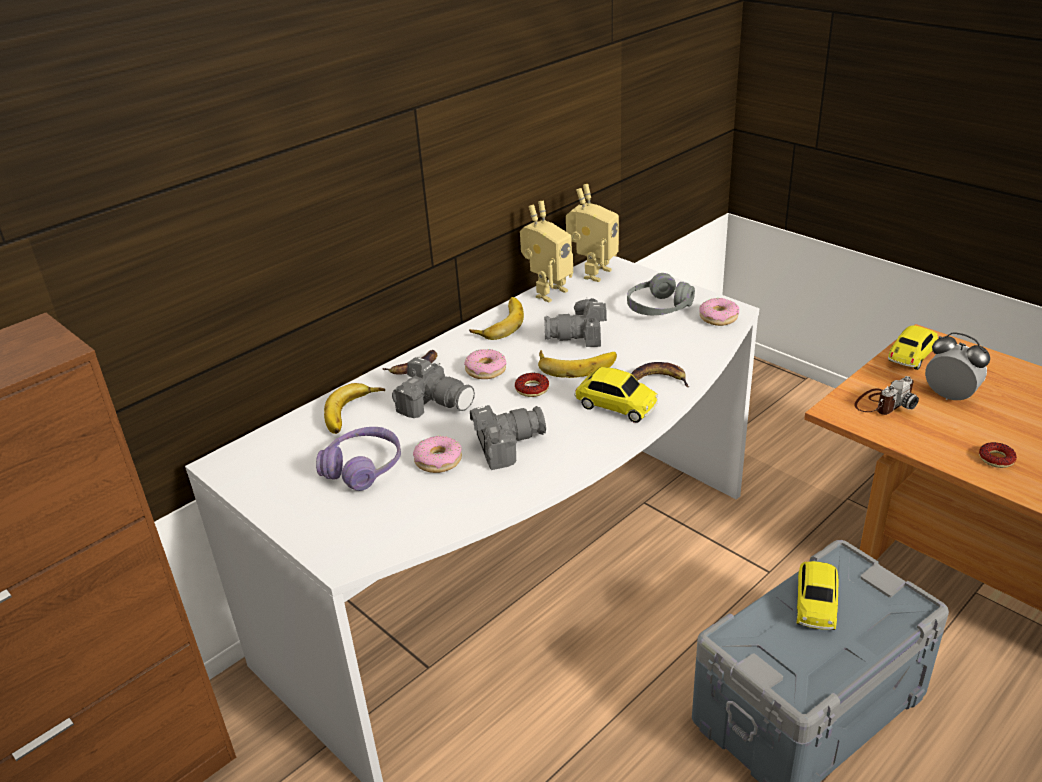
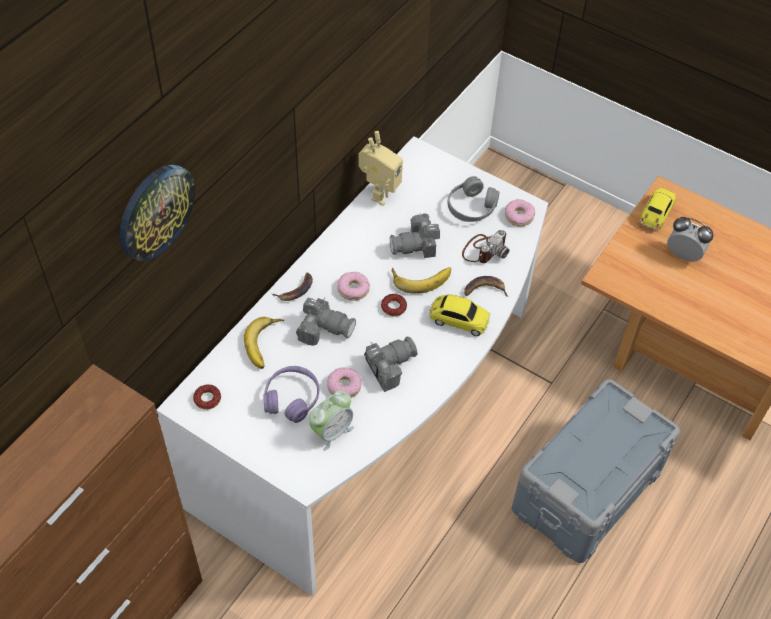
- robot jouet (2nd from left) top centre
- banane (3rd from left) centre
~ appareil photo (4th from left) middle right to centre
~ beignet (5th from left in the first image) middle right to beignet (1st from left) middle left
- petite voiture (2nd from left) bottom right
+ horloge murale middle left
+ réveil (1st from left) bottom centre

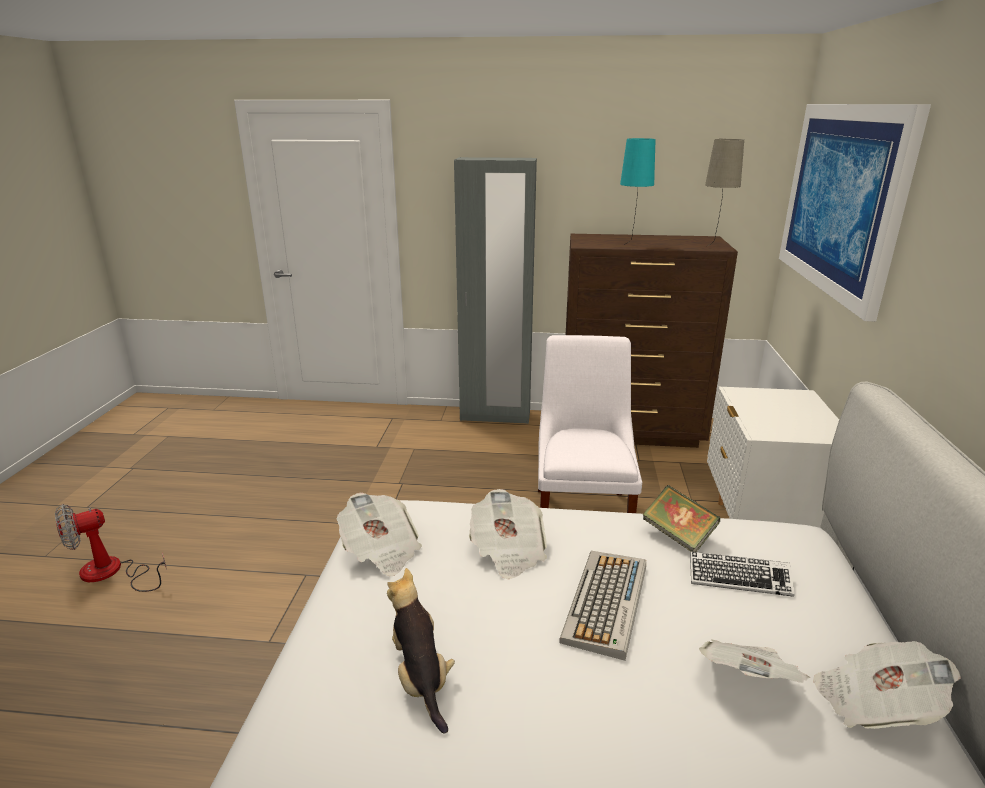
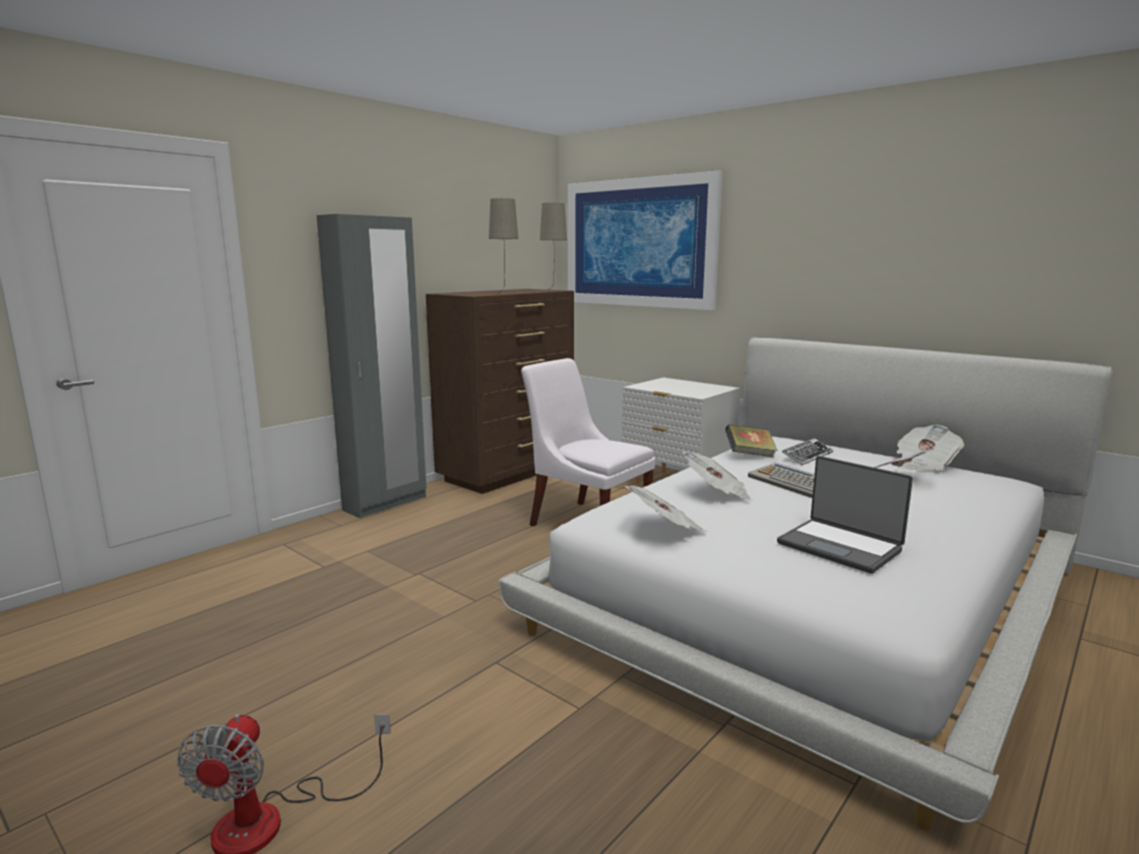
~ lampe de table/turquoise top centre to lampe de table/beige (1st from left) top centre
~ peluche bottom centre to ordinateur portable middle right

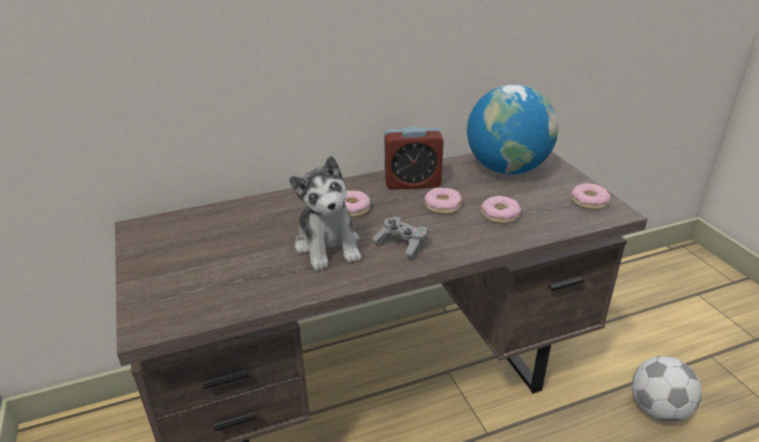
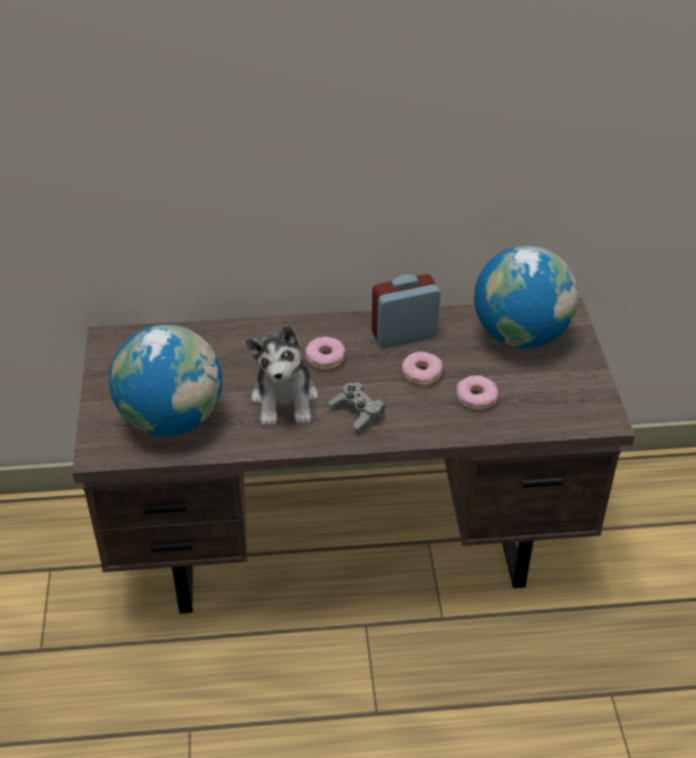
~ réveil centre = centre 150 degrees clockwise
- beignet (4th from left) middle right
- ballon de foot bottom right
+ globe (1st from left) middle left

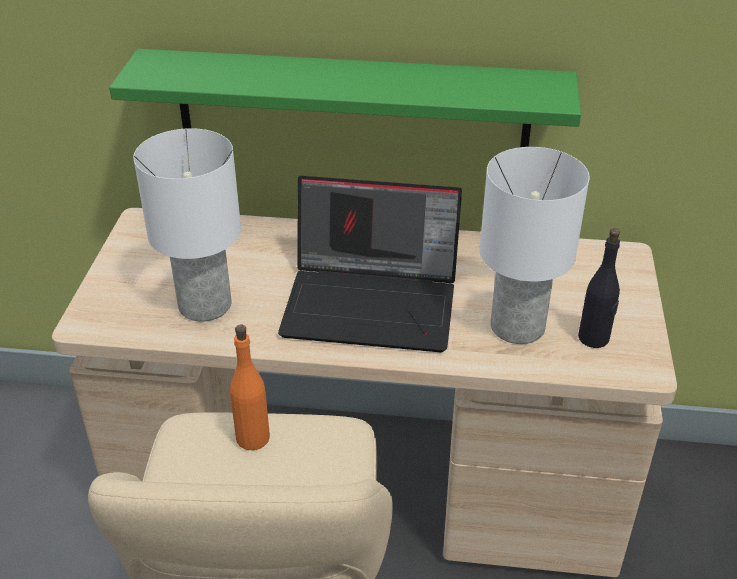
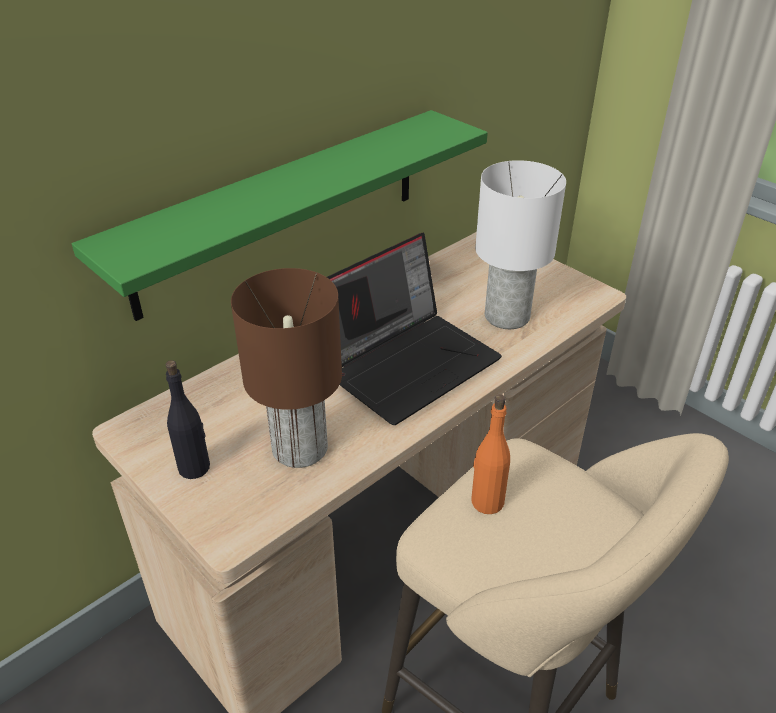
~ lampe de table/blanc (1st from left) middle left to lampe de table/marron centre
~ bouteille/noir middle right to middle left

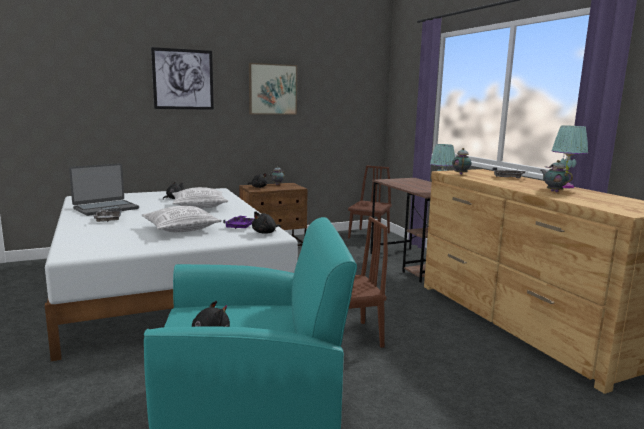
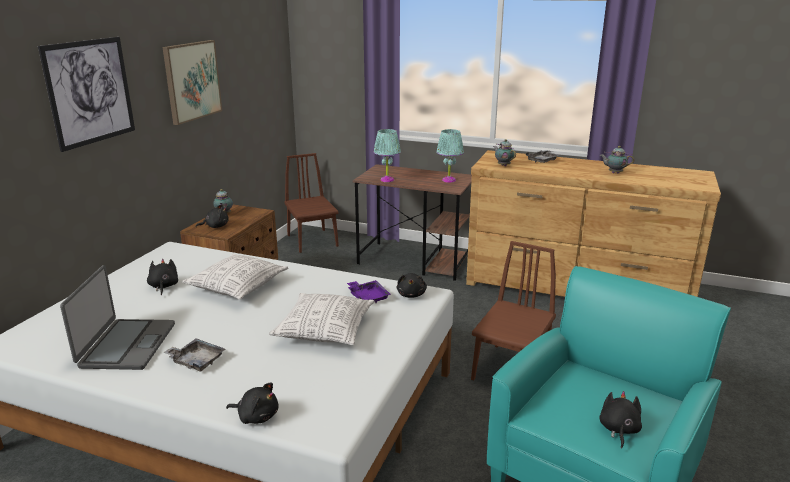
~ lampe de table/turquoise (2nd from left in the first image) middle right to lampe de table/turquoise (1st from left) top centre
+ peluche/noir (3rd from left) bottom left

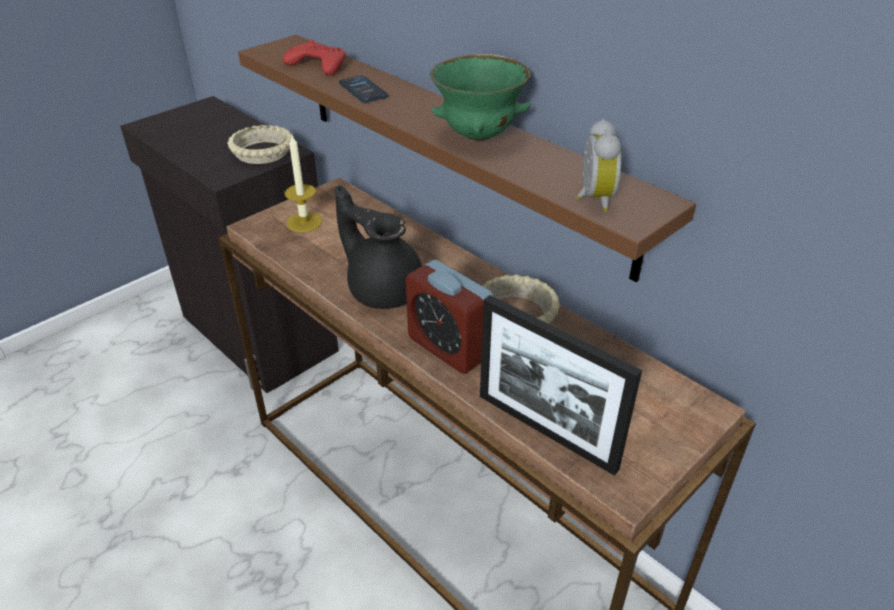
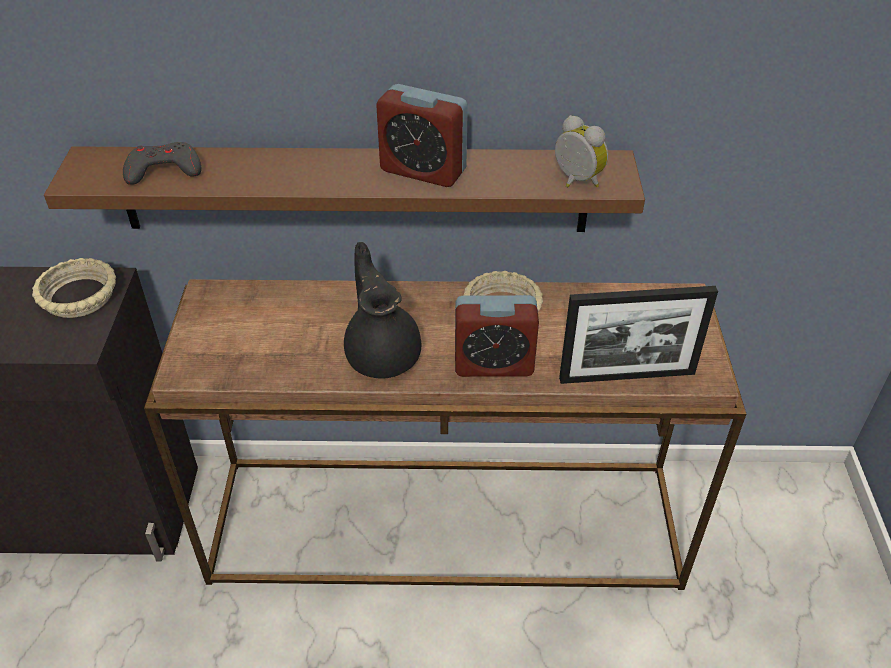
~ manette/rouge top centre to manette/gris top left
~ bol/vert top centre to réveil (1st from left) top centre
- téléphone top centre
- bougie top centre
~ théière/noir centre = centre 75 degrees clockwise

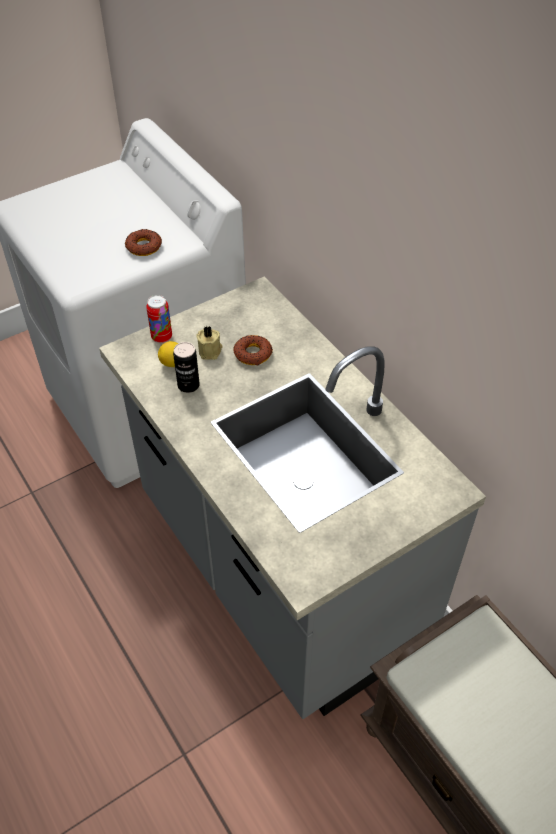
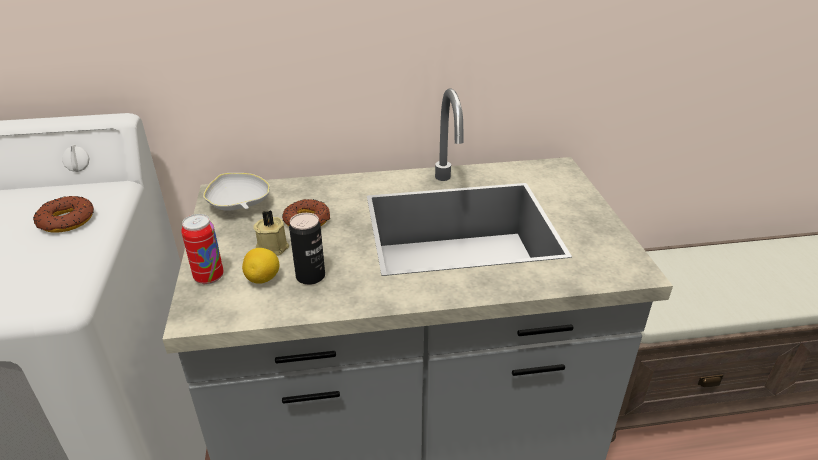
+ bol/blanc middle left

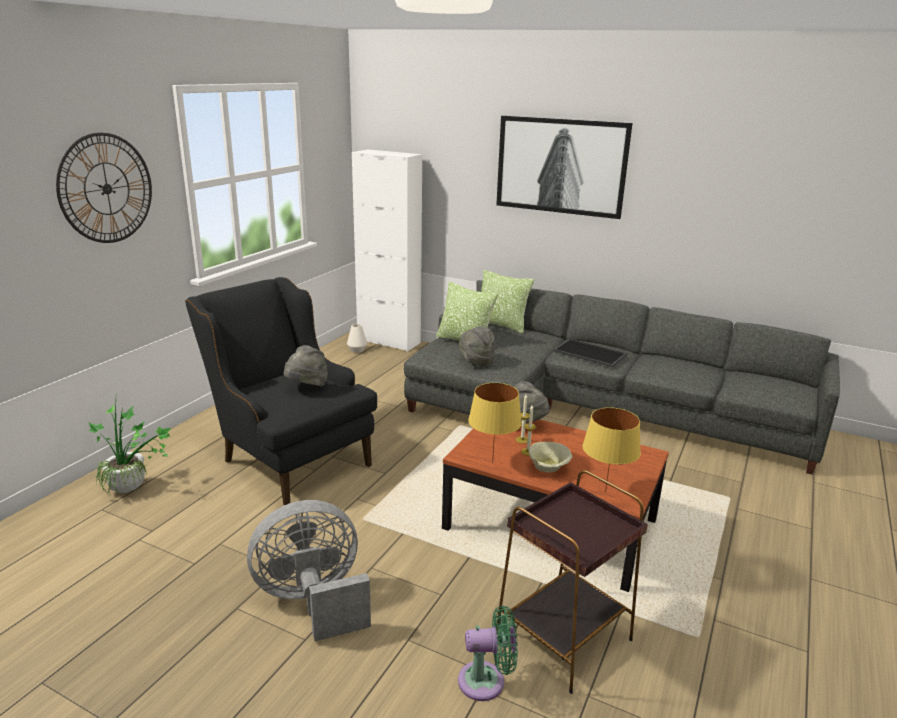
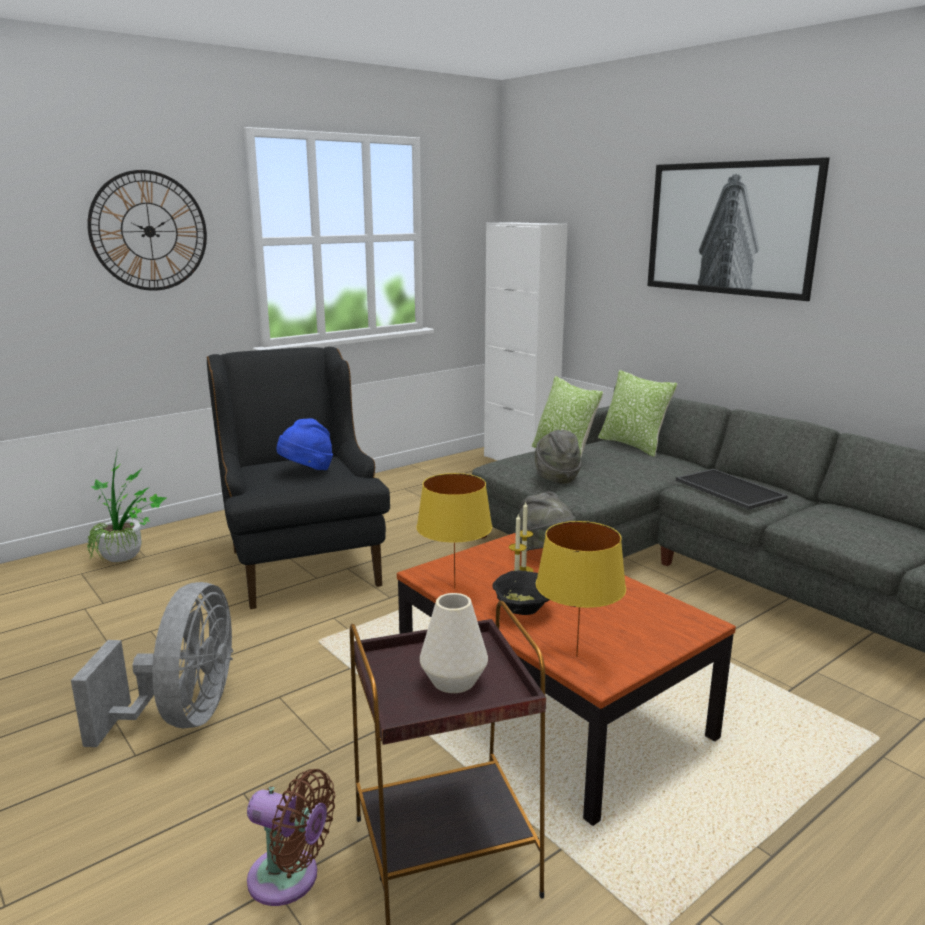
~ vase/blanc centre to bottom centre
~ chapeau/gris (1st from left) centre to chapeau/bleu middle left
~ bol/beige centre to bol/noir centre
~ ventilateur/gris bottom centre = bottom left 90 degrees clockwise
~ ventilateur/vert bottom centre to ventilateur/marron bottom left

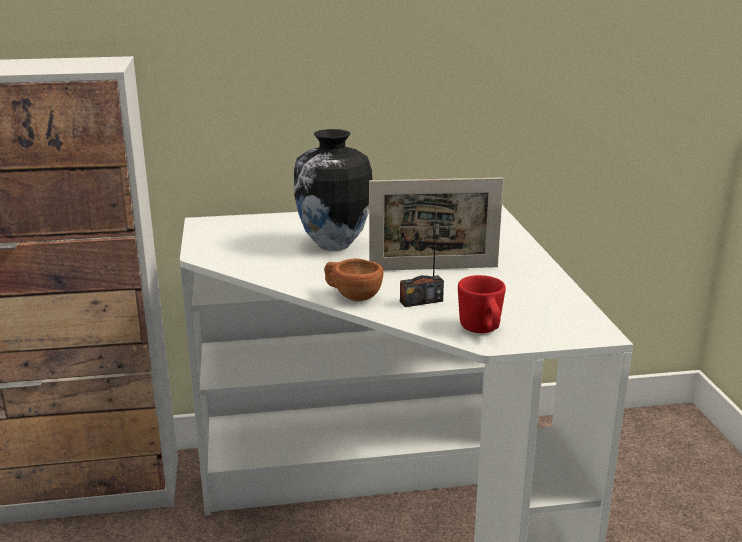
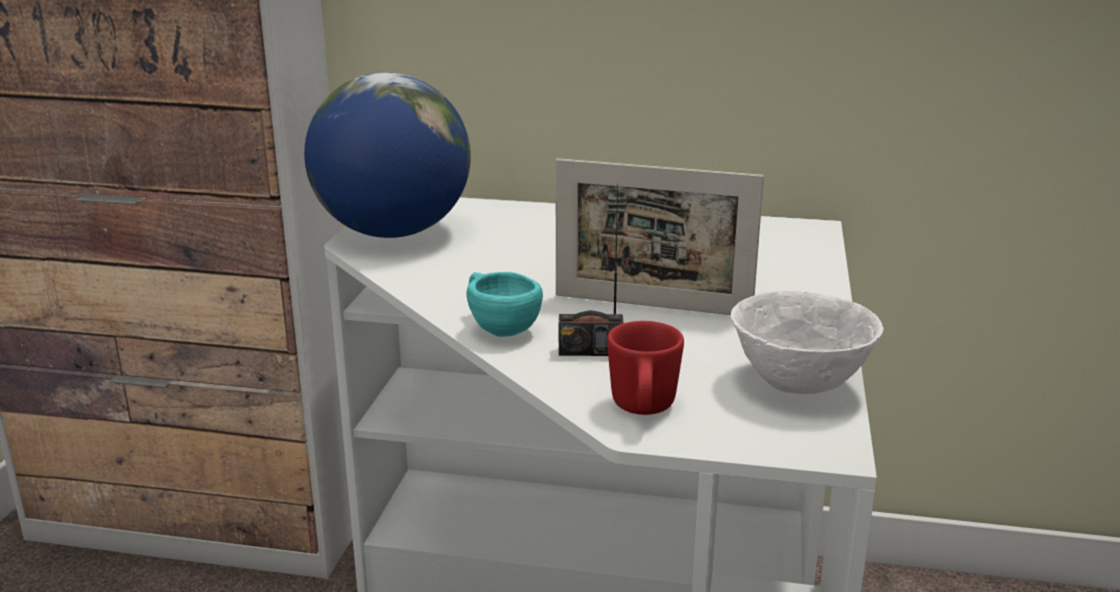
- vase centre
~ tasse/marron centre to tasse/turquoise centre
+ globe top centre
+ bol/blanc middle right

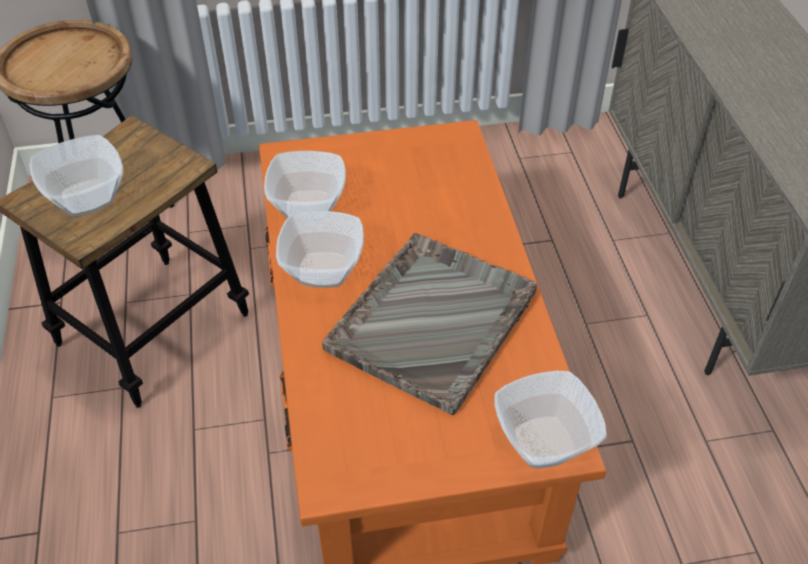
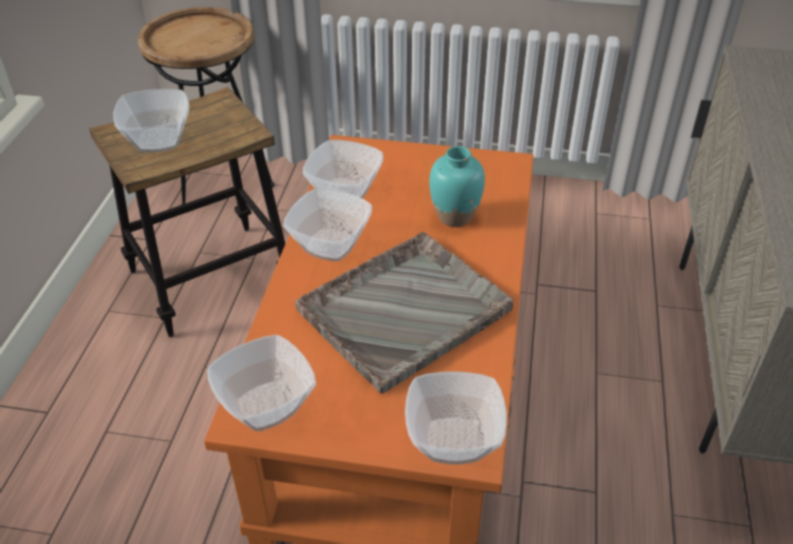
+ vase/turquoise centre
+ bol (2nd from left) bottom left

